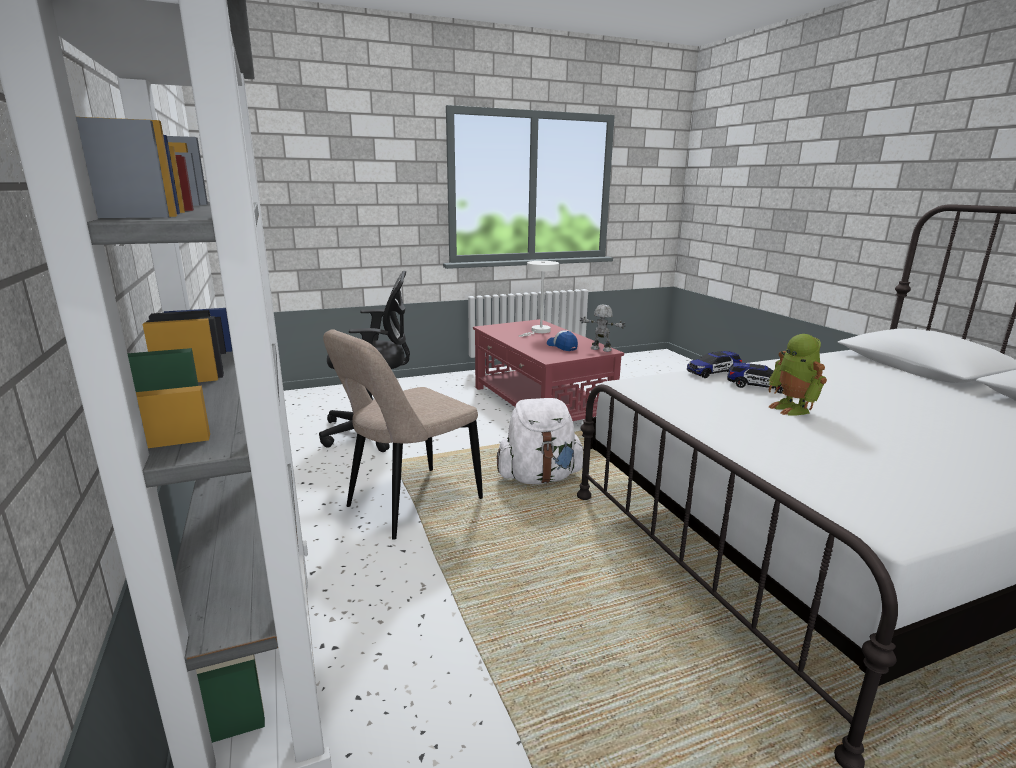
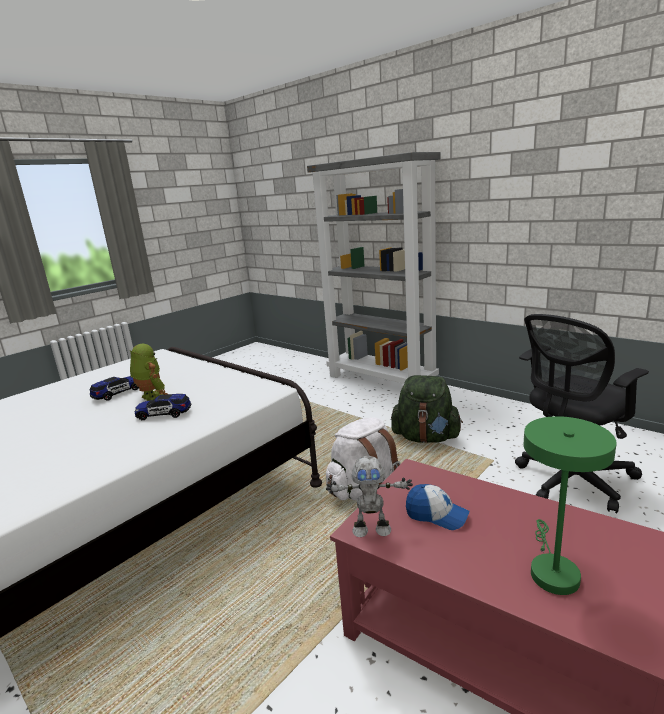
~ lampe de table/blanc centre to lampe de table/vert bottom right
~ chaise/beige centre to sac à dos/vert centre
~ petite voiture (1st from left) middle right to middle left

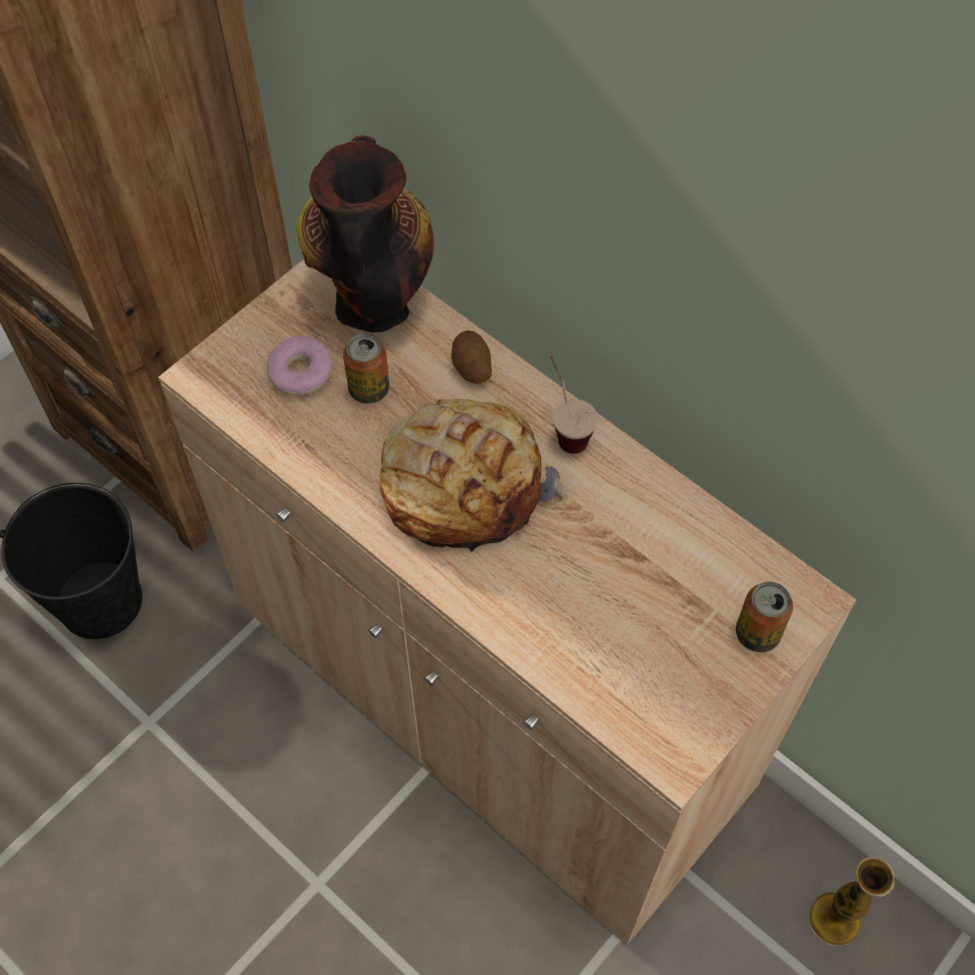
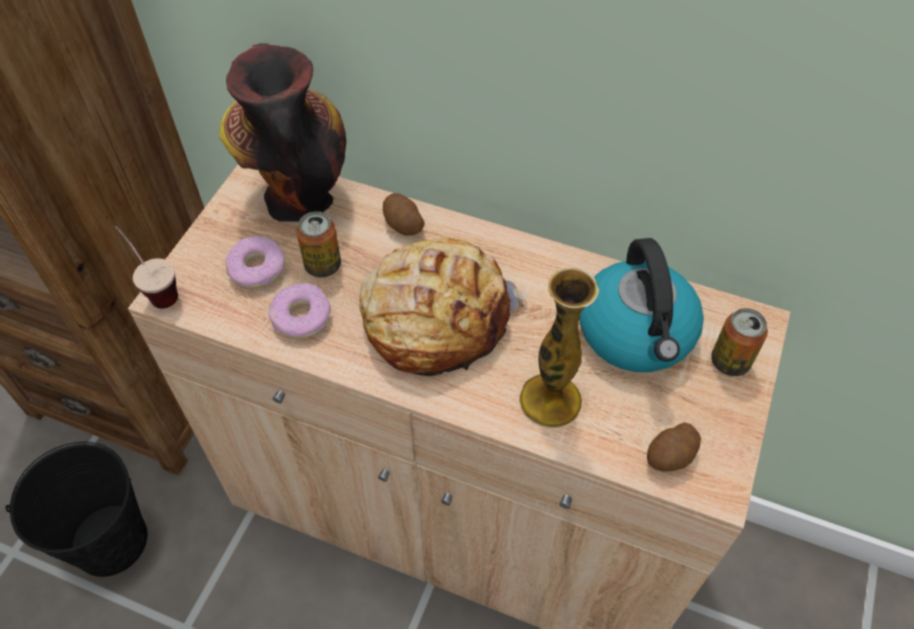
~ tasse centre to middle left
~ vase (2nd from left) bottom right to centre
+ bouilloire middle right
+ beignet (2nd from left) middle left
+ pomme de terre (2nd from left) bottom right

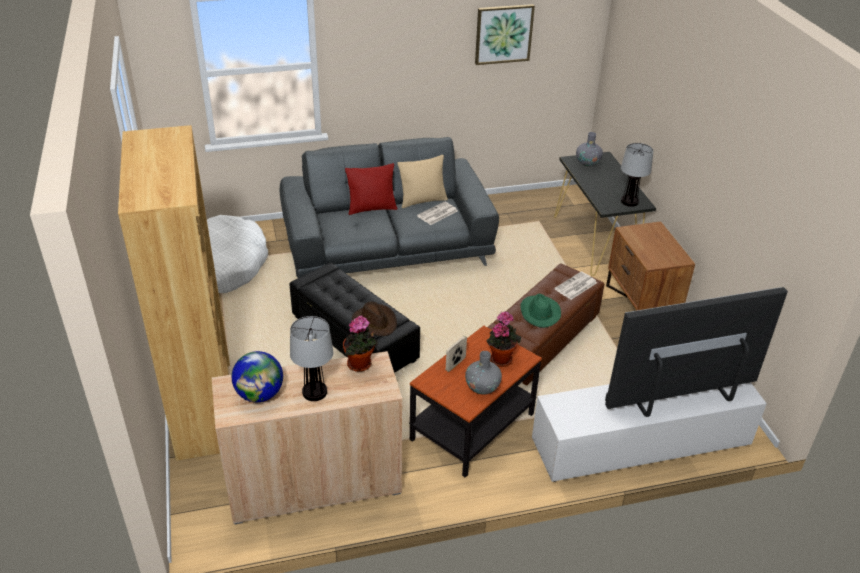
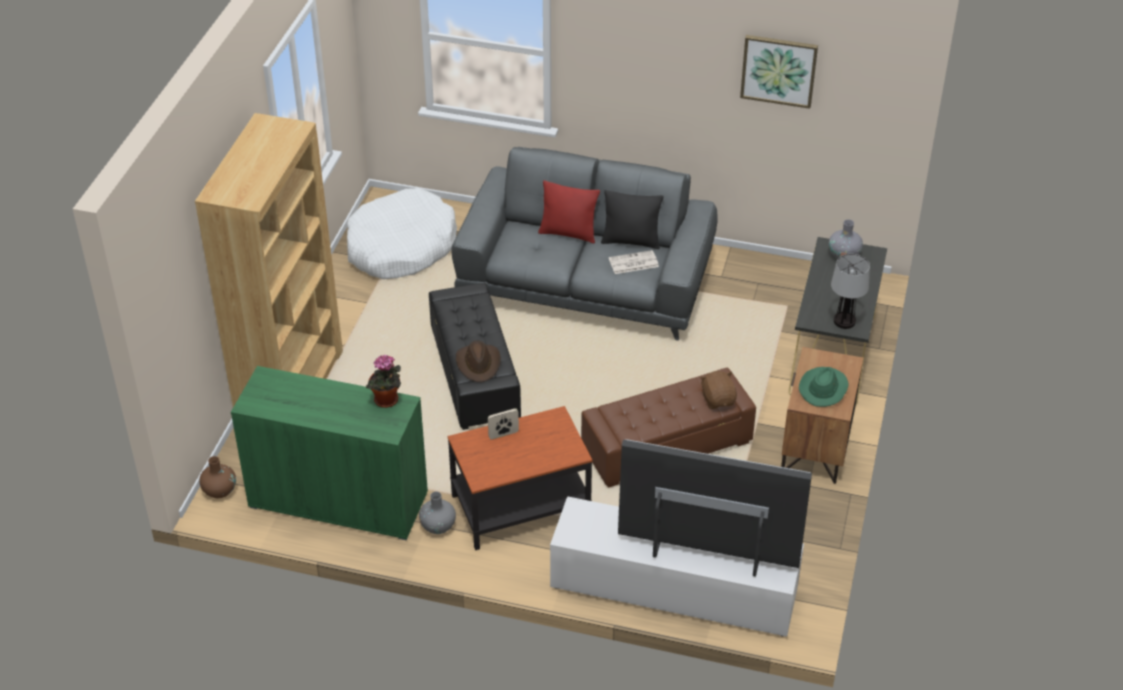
~ coussin/beige top centre to coussin/noir top centre
~ journal (2nd from left) middle right to peluche/marron centre
~ chapeau/vert centre to middle right
- plante en pot (2nd from left) centre
- lampe de table (1st from left) centre
~ meuble de rangement/beige bottom centre to meuble de rangement/vert middle left
- globe middle left
~ vase/gris (1st from left) centre to bottom centre
+ vase/marron bottom left

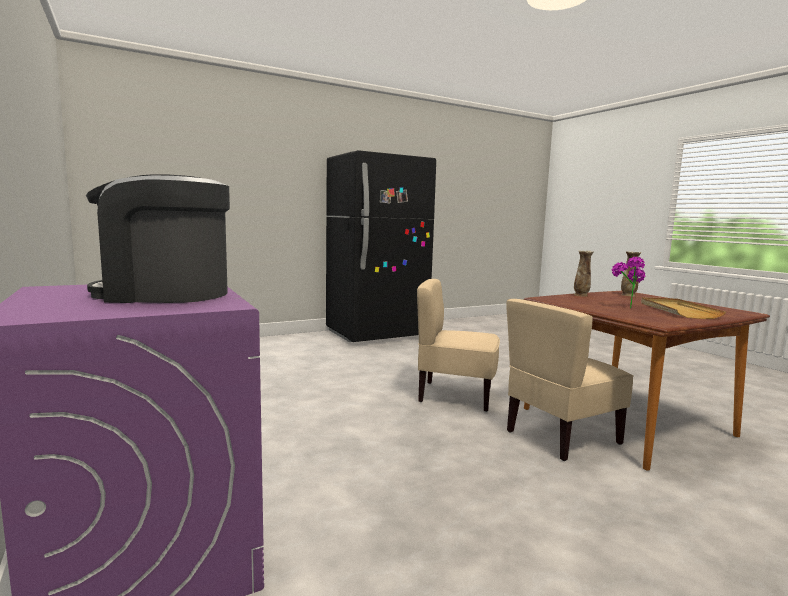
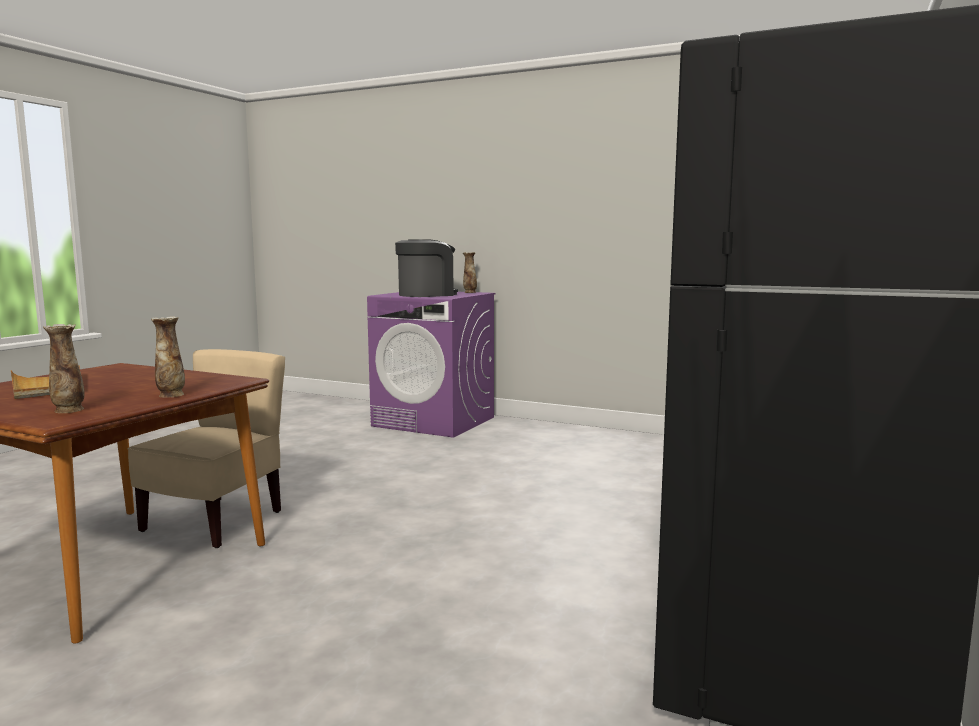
- plante en pot middle right
- chaise/beige (1st from left) centre
+ vase (3rd from left) centre

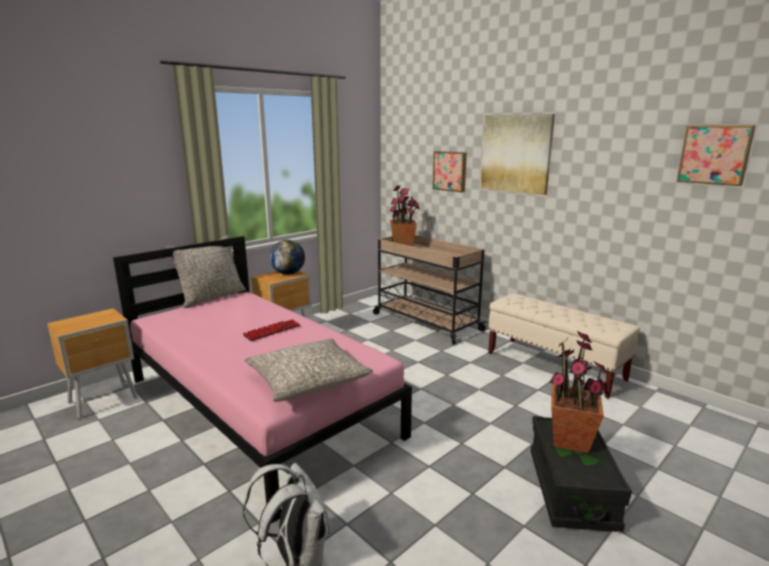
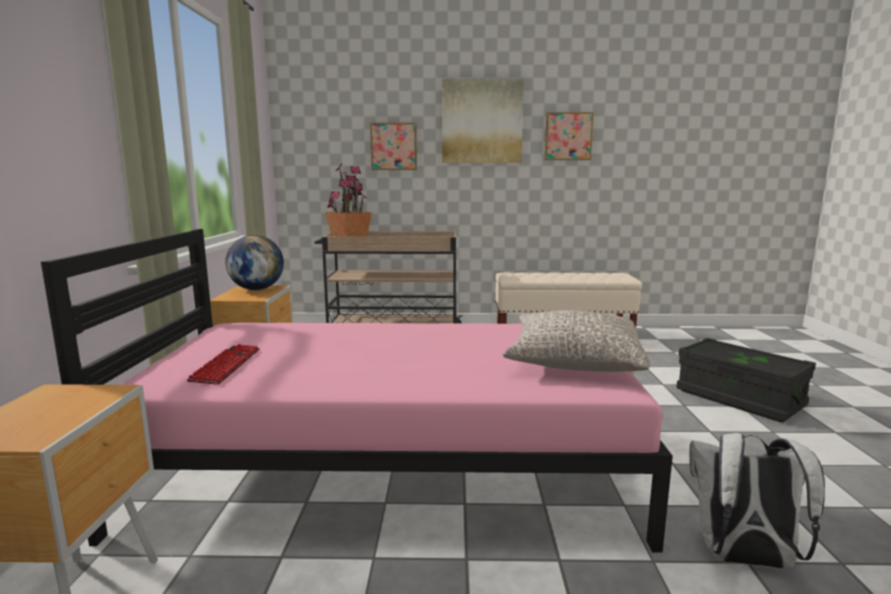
~ tableau (3rd from left) top right to top centre
- coussin/gris (1st from left) middle left
~ clavier centre to middle left
- plante en pot (2nd from left) bottom right

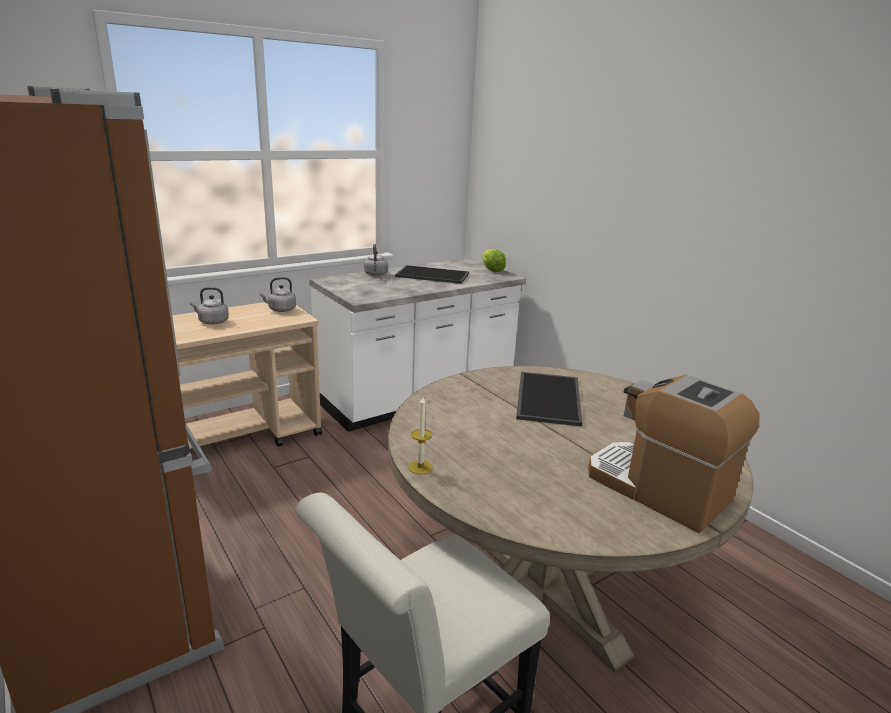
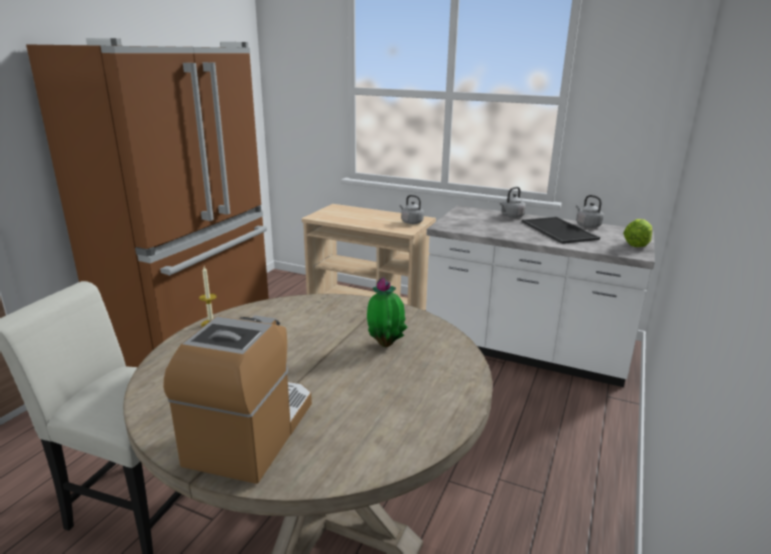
~ bouilloire/gris (1st from left in the first image) middle left to bouilloire/gris (3rd from left) middle right
~ plateau (2nd from left) centre to plante en pot centre

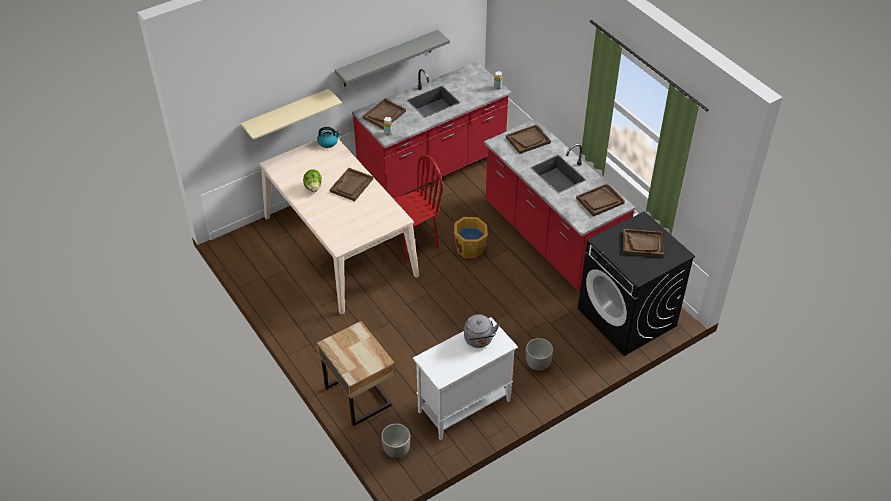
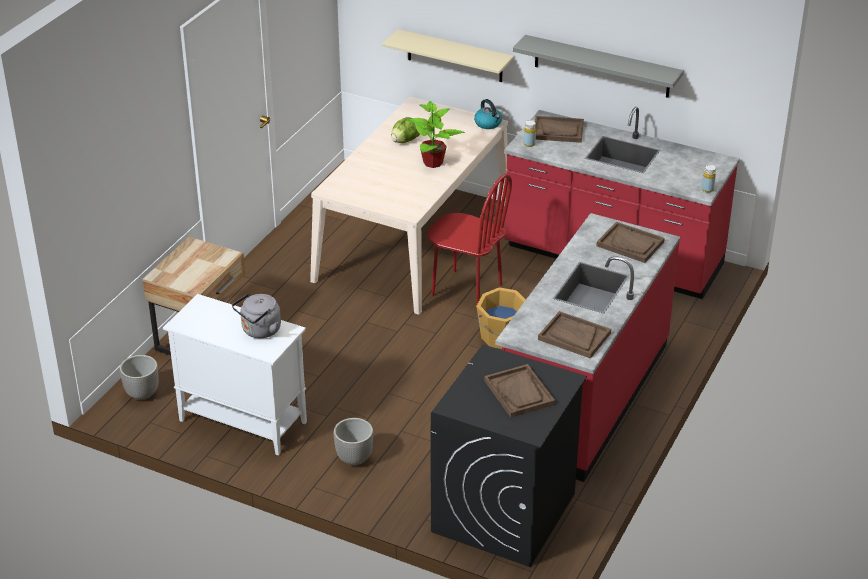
~ plateau/marron (1st from left) centre to plante en pot top centre

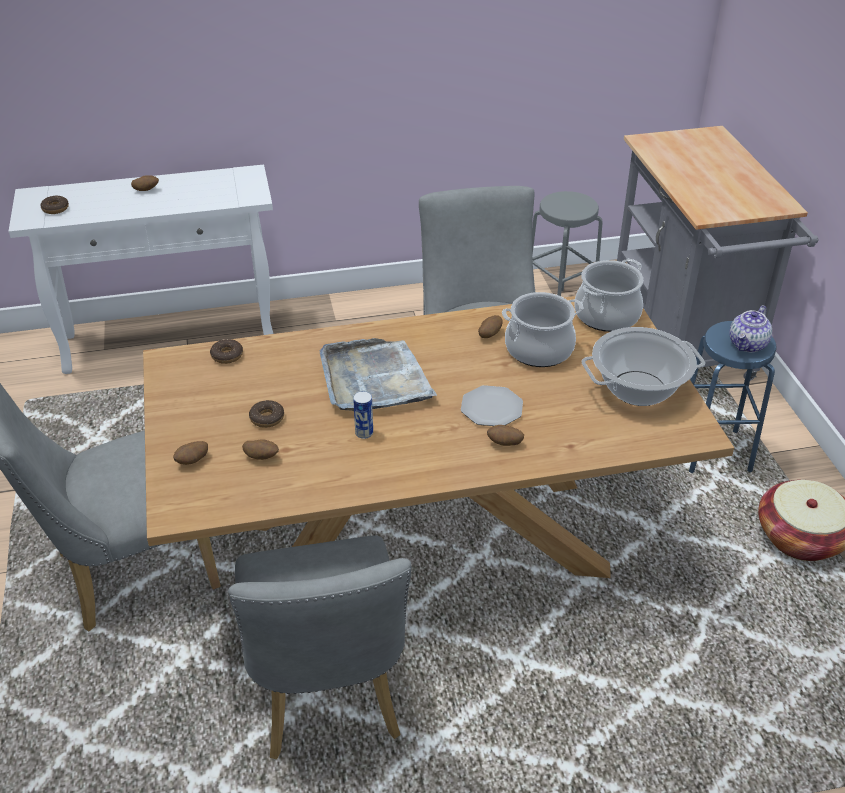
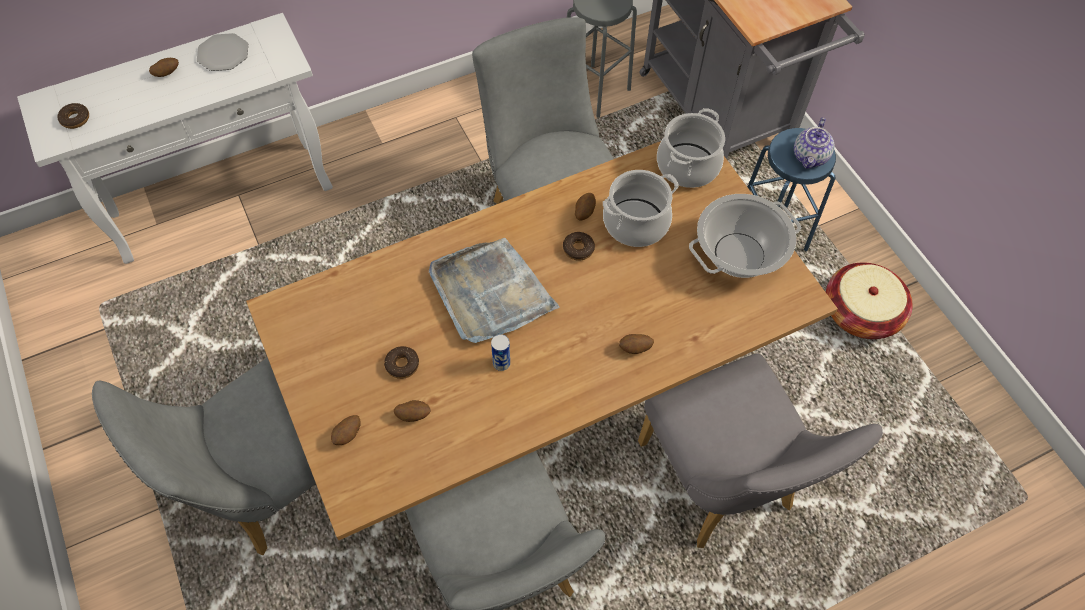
~ beignet (2nd from left in the first image) middle left to beignet (3rd from left) centre
~ assiette centre to top left
+ chaise/gris (4th from left) bottom right

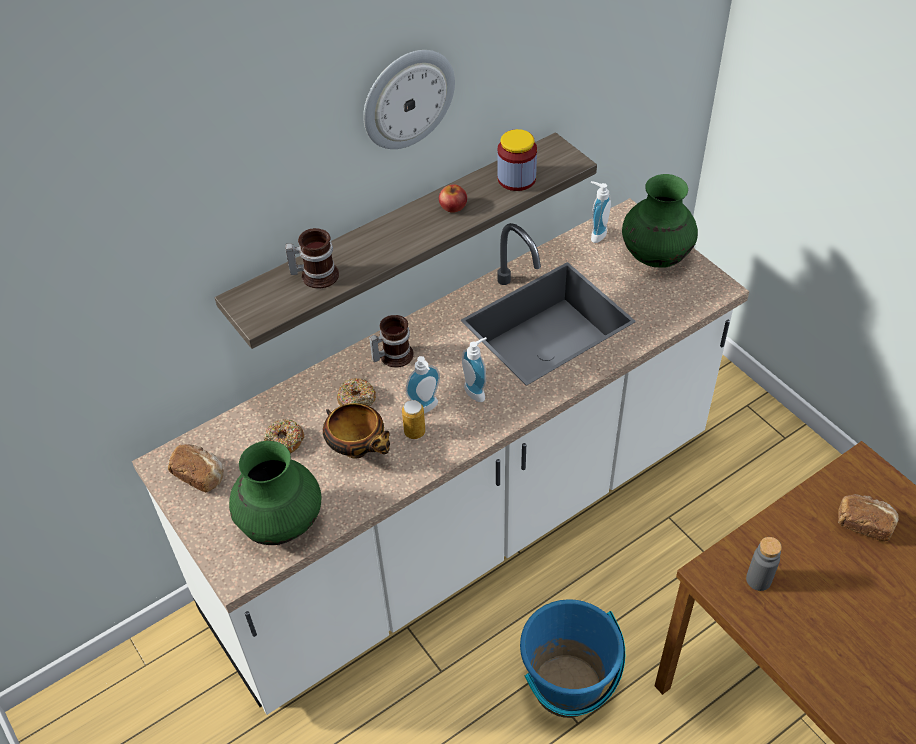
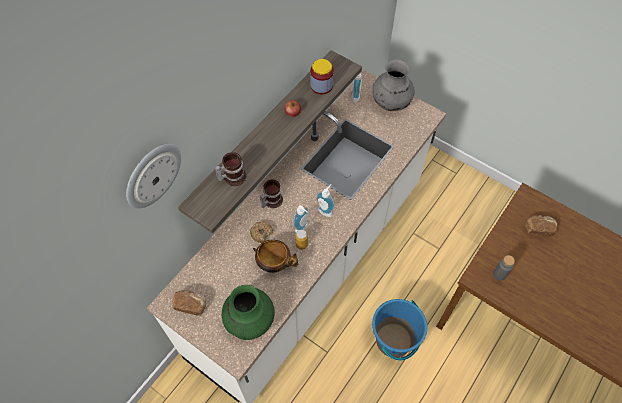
~ horloge murale top centre to middle left
~ vase/vert (2nd from left) top right to vase/gris top centre
- beignet (1st from left) middle left

